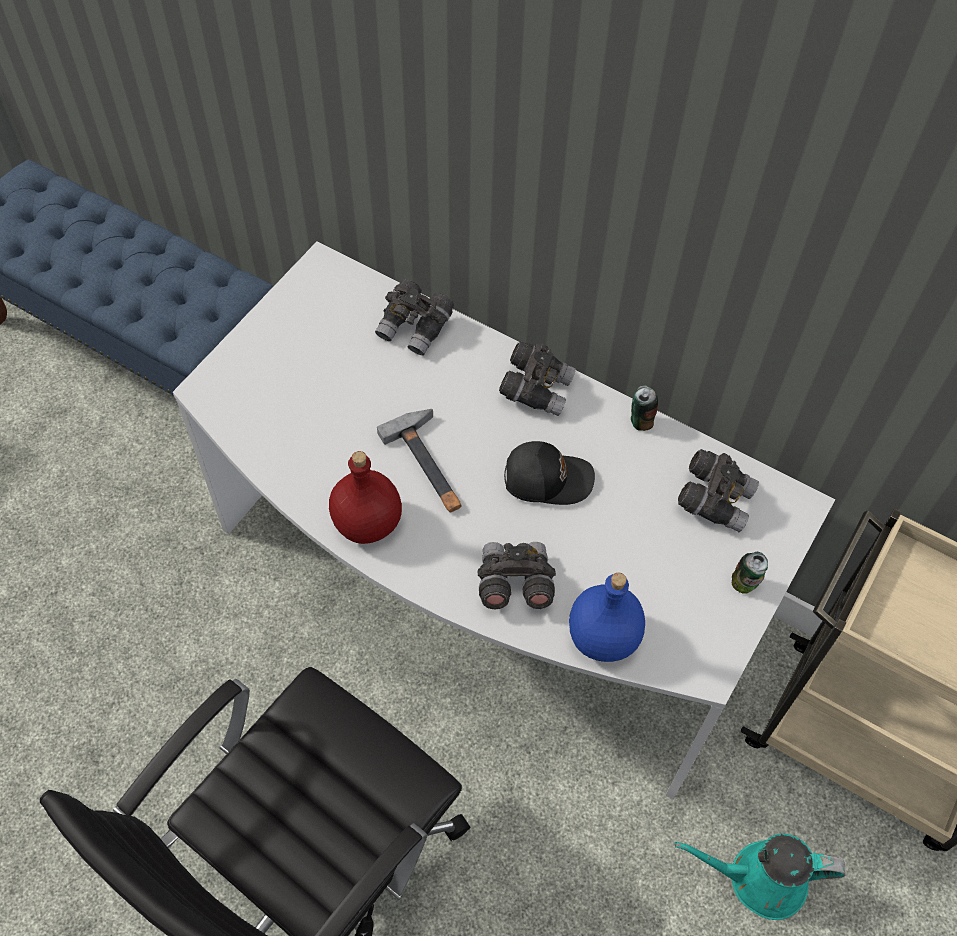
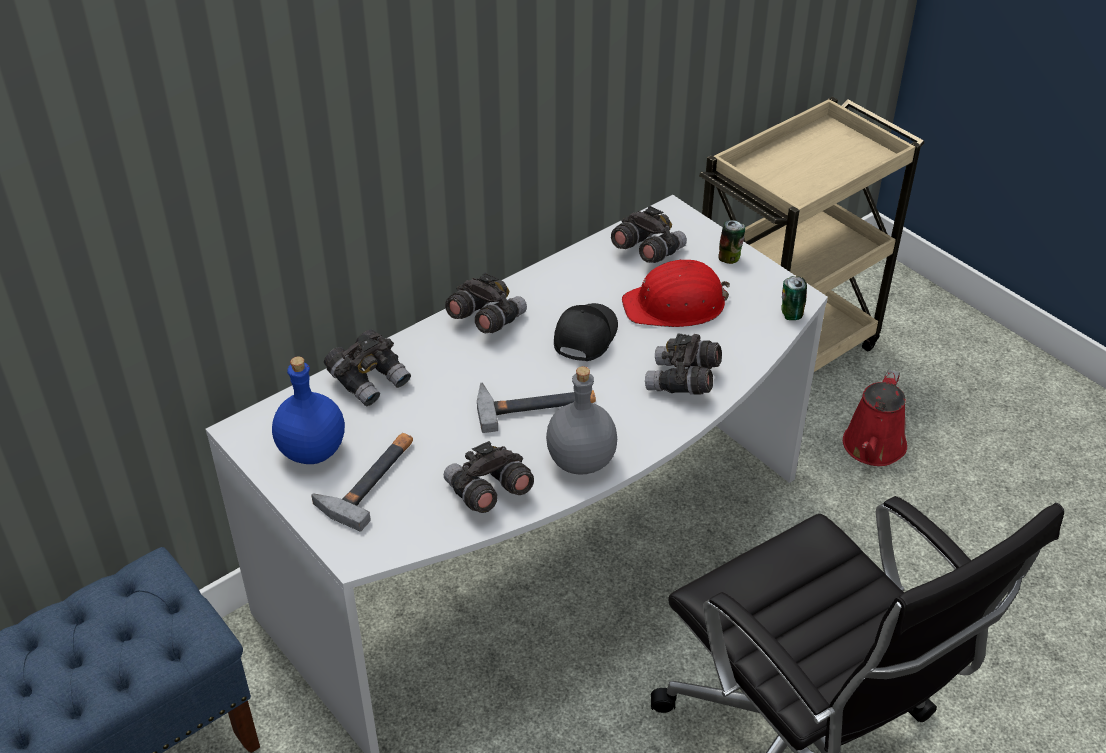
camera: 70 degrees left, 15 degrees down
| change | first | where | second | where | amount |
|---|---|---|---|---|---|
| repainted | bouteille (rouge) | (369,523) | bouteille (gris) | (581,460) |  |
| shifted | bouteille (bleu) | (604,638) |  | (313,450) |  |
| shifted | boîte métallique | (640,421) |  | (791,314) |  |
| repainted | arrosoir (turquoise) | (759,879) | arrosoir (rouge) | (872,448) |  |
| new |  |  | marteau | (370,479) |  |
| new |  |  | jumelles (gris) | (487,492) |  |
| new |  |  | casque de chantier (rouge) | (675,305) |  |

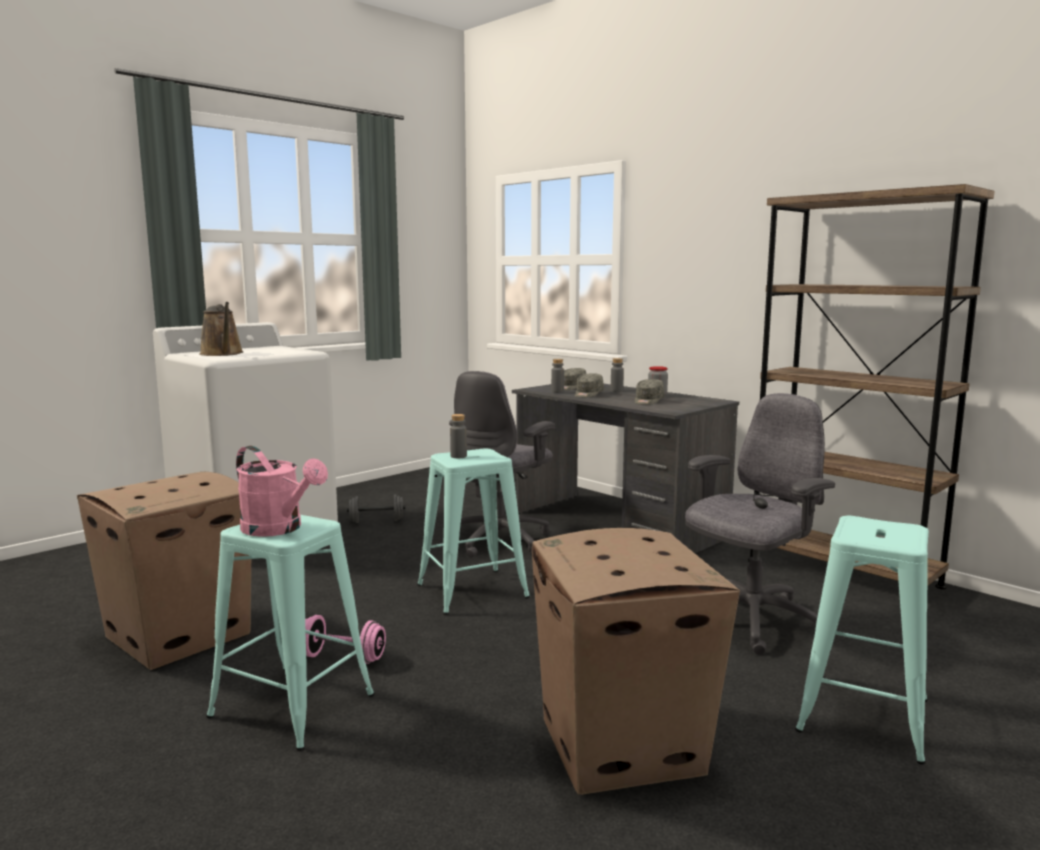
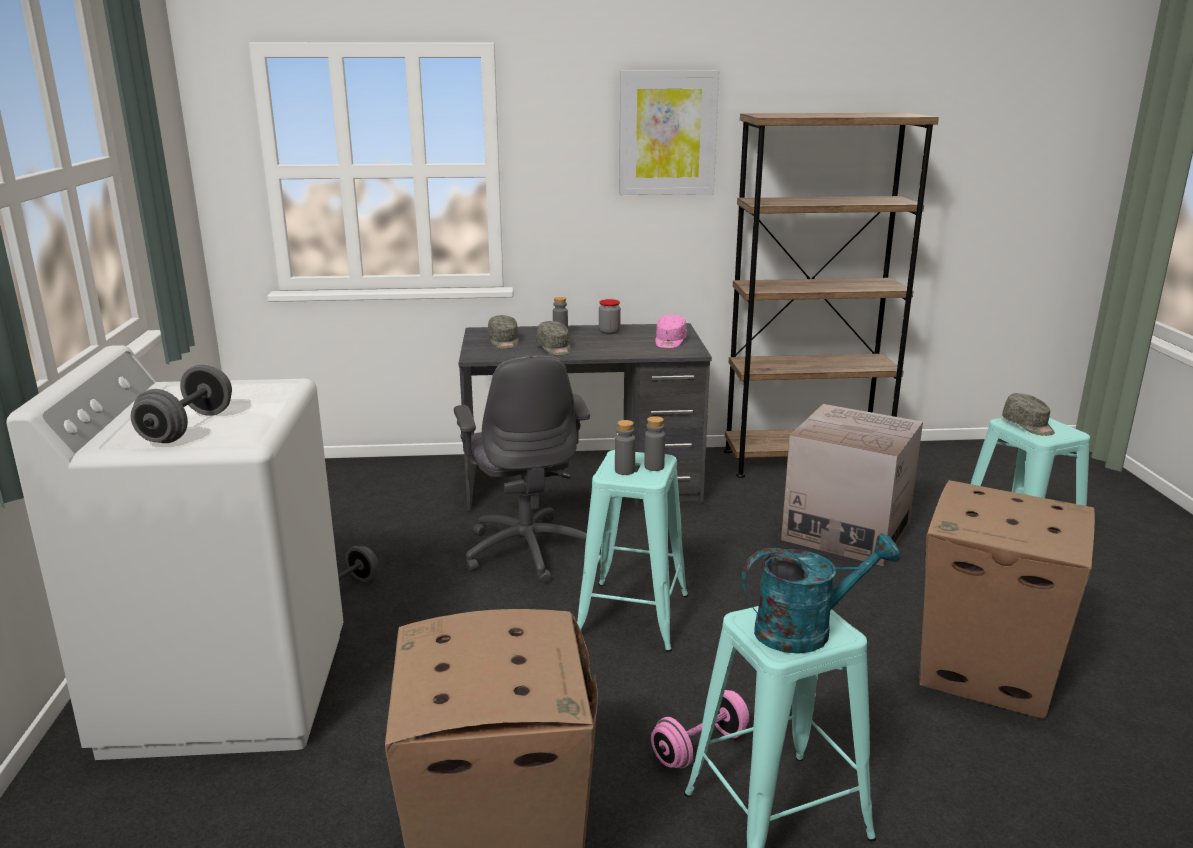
camera: 50 degrees left, 10 degrees up
| change | first | where | second | where | amount |
|---|---|---|---|---|---|
| swapped | arrosoir (marron) | (222,354) | haltère (gris) | (188,428) |  |
| repainted | arrosoir (rose) | (279,529) | arrosoir (turquoise) | (806,630) |  |
| shifted | bouteille (gris) | (557,391) |  | (654,467) |  |
| shifted | casquette (gris) | (648,401) |  | (1028,426) |  |
| swapped | chaise de bureau (gris) | (750,622) | carton | (846,531) |  |
| new |  |  | tableau | (667,133) |  |
| new |  |  | casquette (rose) | (669,341) |  |

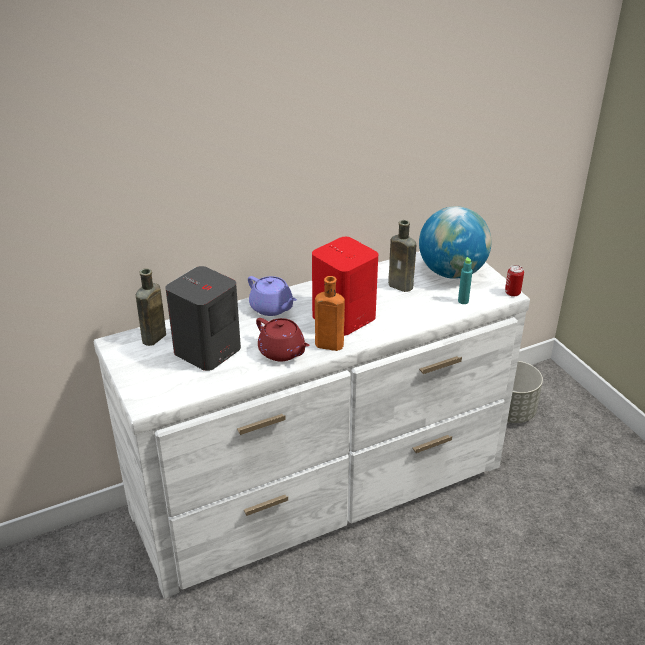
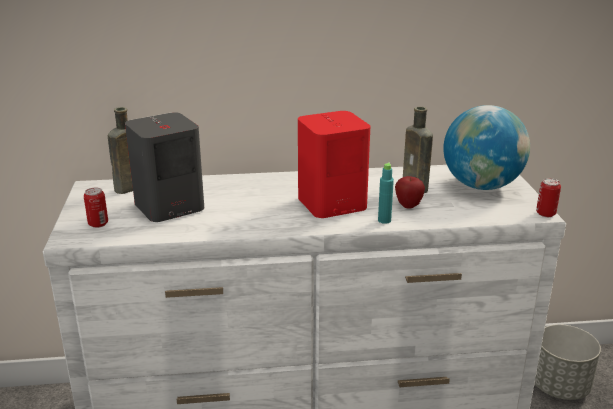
camera: 20 degrees right, 10 degrees down
| change | first | where | second | where | amount |
|---|---|---|---|---|---|
| gone | théière (violet) | (272,308) |  |  |  |
| gone | théière (rouge) | (282,352) |  |  |  |
| gone | bouteille (orange) | (327,344) |  |  |  |
| shifted | bouteille (turquoise) | (463,301) |  | (384,220) |  |
| new |  |  | boîte métallique | (98,224) |  |
| new |  |  | pomme | (408,206) |  |

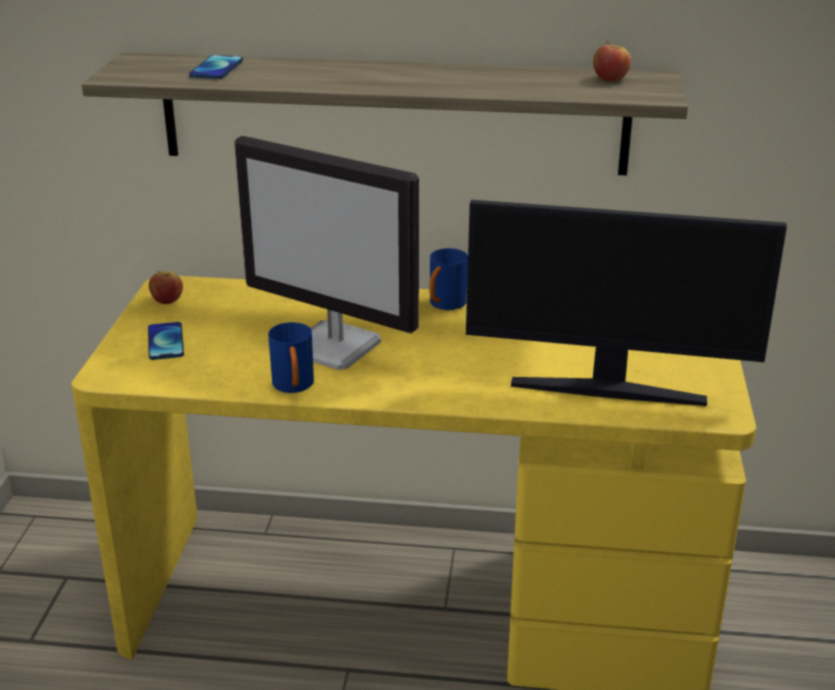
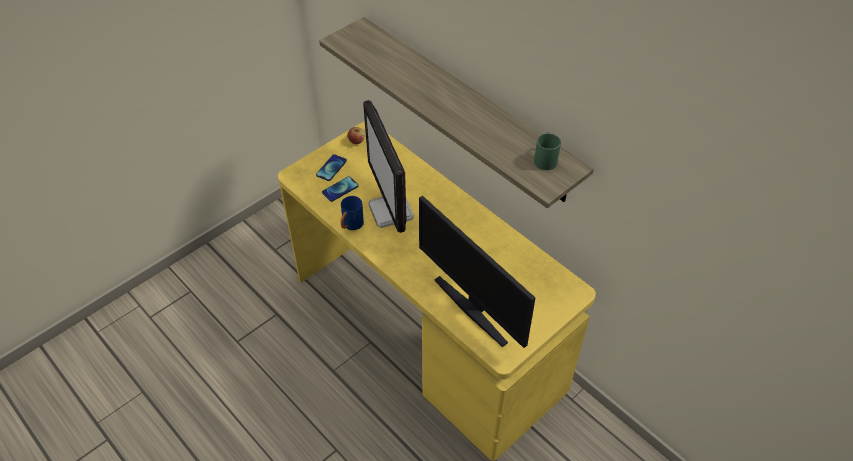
camera: 40 degrees right, 20 degrees up
| change | first | where | second | where | amount |
|---|---|---|---|---|---|
| shifted | téléphone | (216,69) |  | (340,189) |  |
| gone | mug (bleu) | (444,305) |  |  |  |
| swapped | pomme | (610,79) | mug (vert) | (545,158) |  |

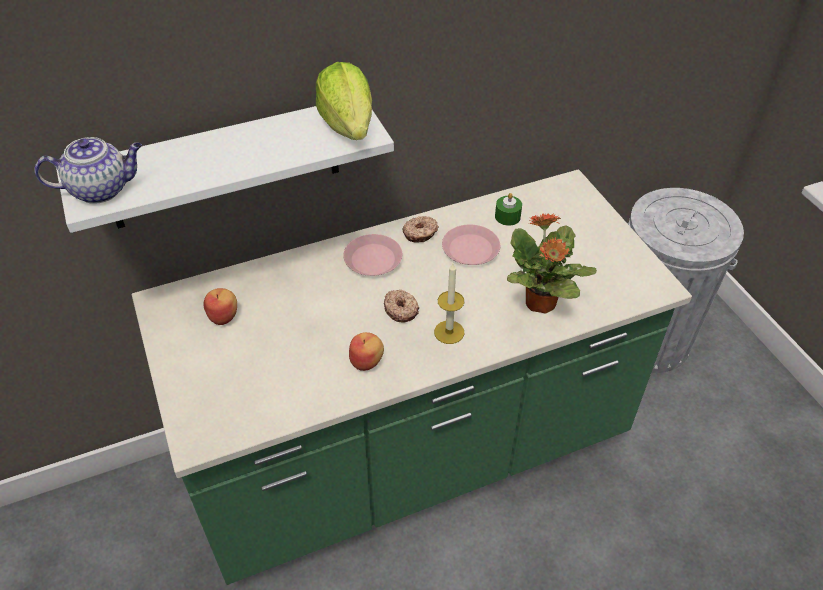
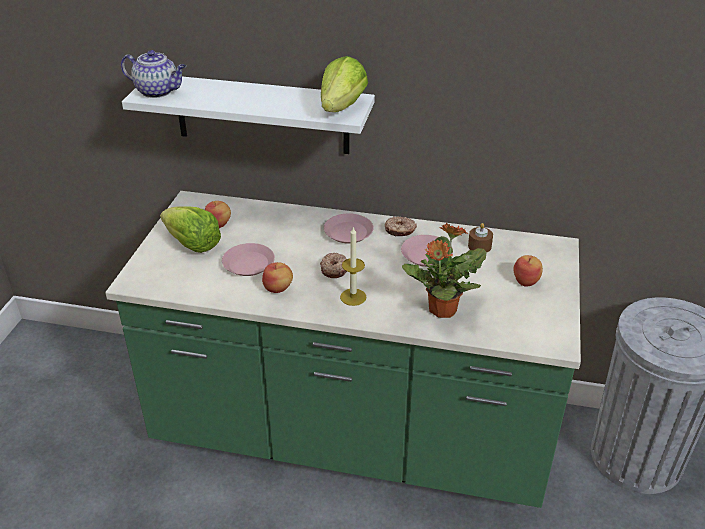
camera: 35 degrees right, 10 degrees down
| change | first | where | second | where | amount |
|---|---|---|---|---|---|
| repainted | bougie (vert) | (507,217) | bougie (marron) | (479,246) |  |
| new |  |  | laitue | (192,244) |  |
| new |  |  | assiette (rose) | (248,264) |  |
| new |  |  | pomme | (526,280) |  |

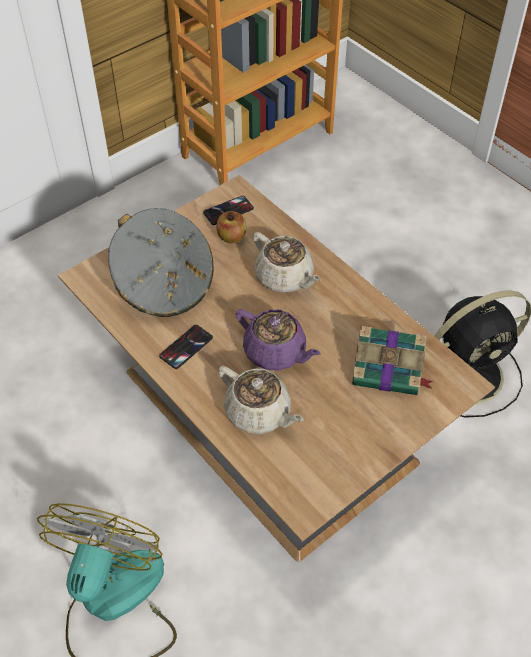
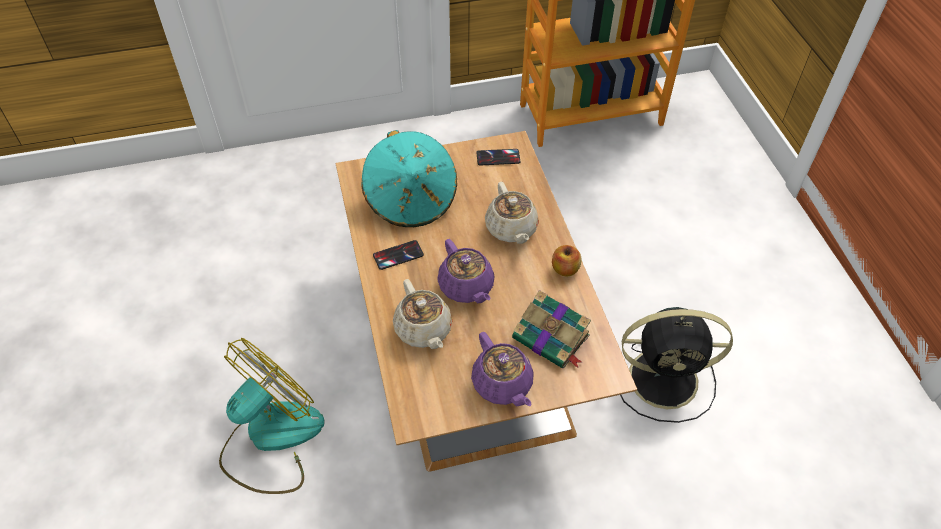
camera: 25 degrees right, 0 degrees up
| change | first | where | second | where | amount |
|---|---|---|---|---|---|
| repainted | chapeau (gris) | (164,285) | chapeau (turquoise) | (411,200) |  |
| shifted | pomme | (231,237) |  | (565,269) |  |
| new |  |  | théière (violet) | (502,384) |  |

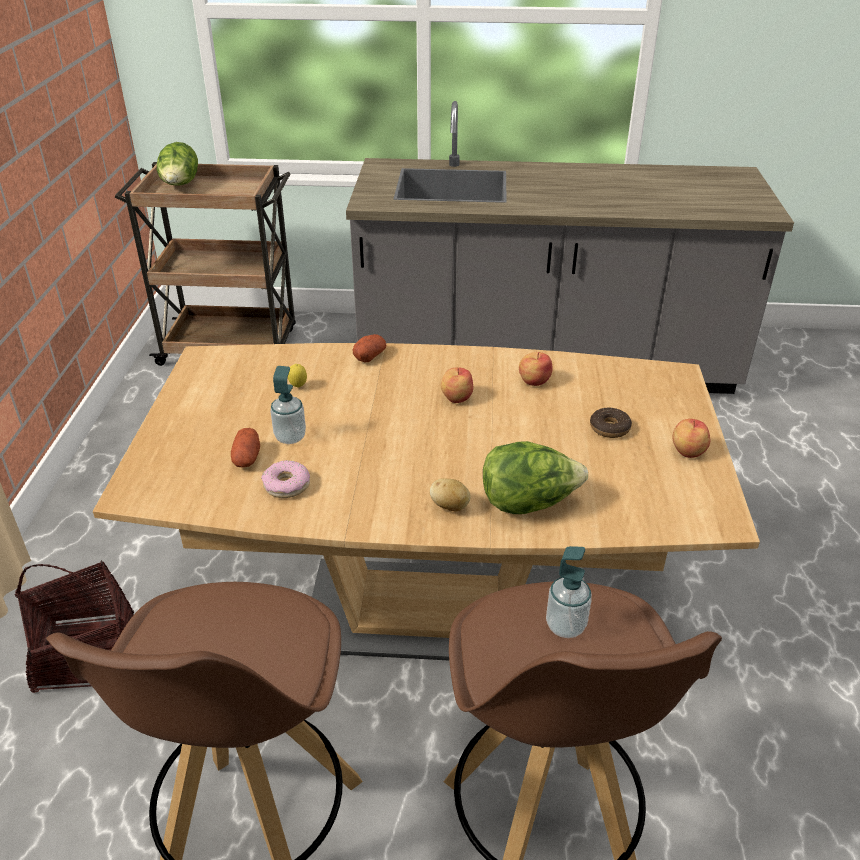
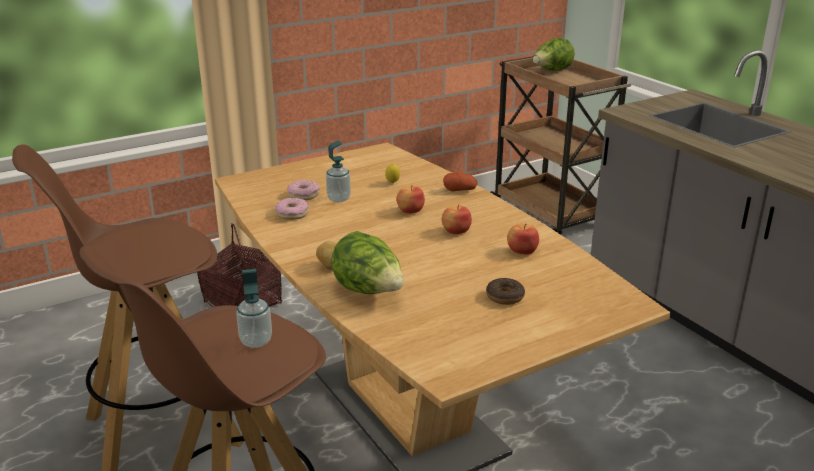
camera: 55 degrees right, 10 degrees down
| change | first | where | second | where | amount |
|---|---|---|---|---|---|
| swapped | pomme de terre | (247,458) | beignet | (303,195) |  |
| shifted | pomme | (687,451) |  | (410,211) |  |

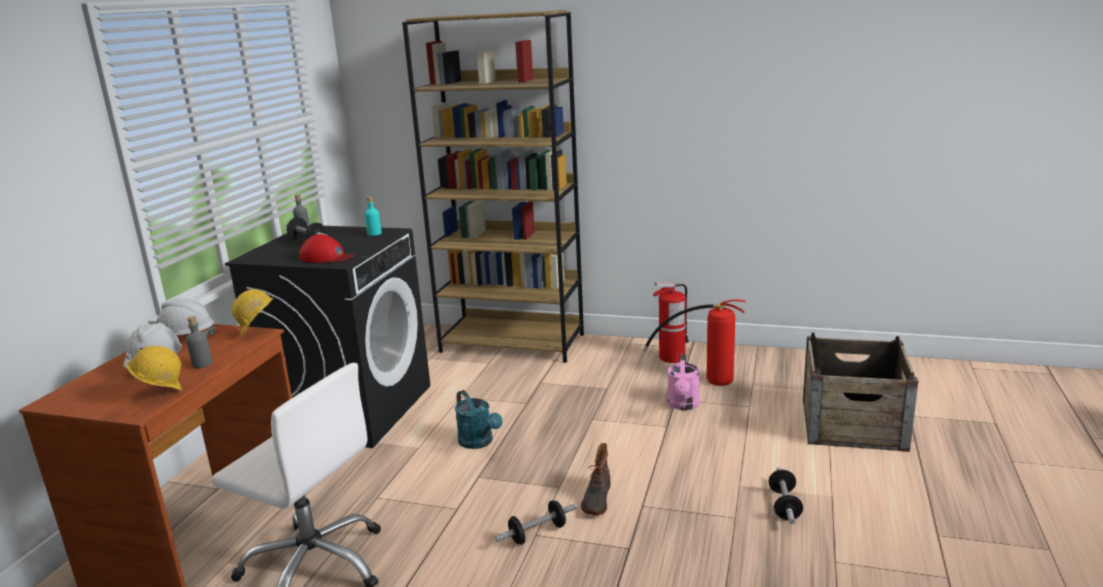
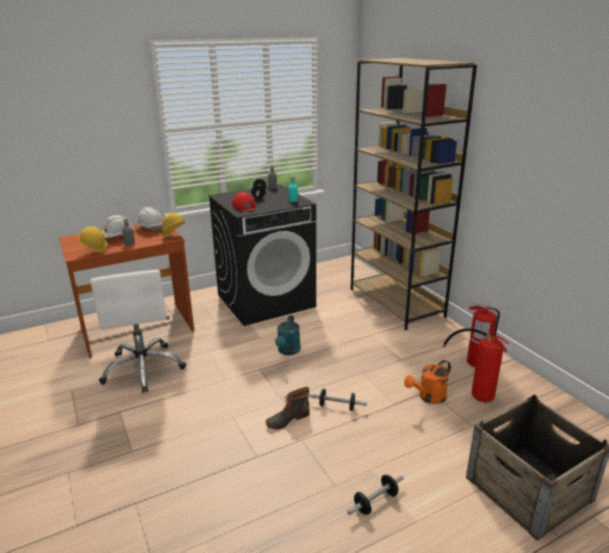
camera: 45 degrees right, 5 degrees up
| change | first | where | second | where | amount |
|---|---|---|---|---|---|
| shifted | haltère | (537,533) |  | (337,406) |  |
| repainted | arrosoir (rose) | (683,405) | arrosoir (orange) | (428,397) |  |

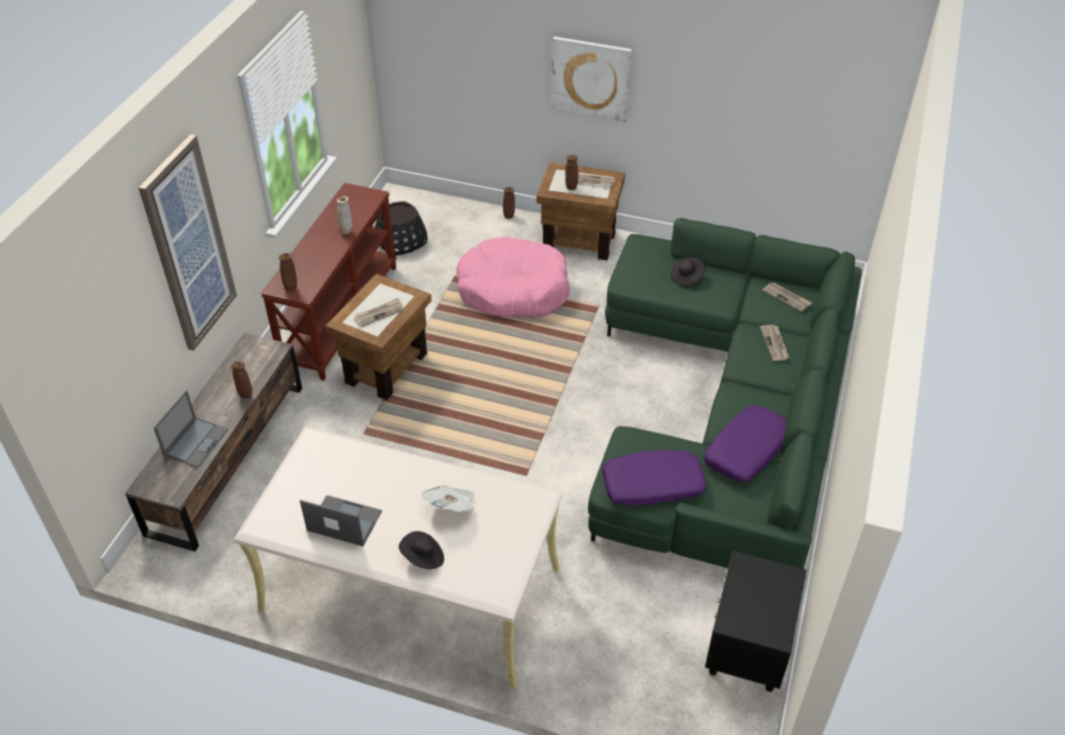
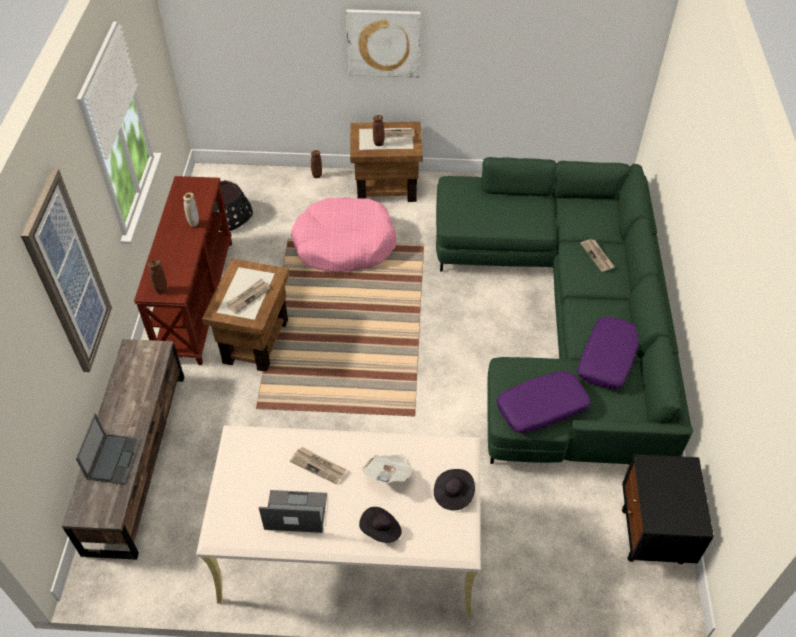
camera: 15 degrees left, 5 degrees up
| change | first | where | second | where | amount |
|---|---|---|---|---|---|
| gone | vase (marron) | (246,396) |  |  |  |
| shifted | chapeau (noir) | (686,278) |  | (453,494) |  |
| shifted | journal | (787,298) |  | (318,466) |  |

